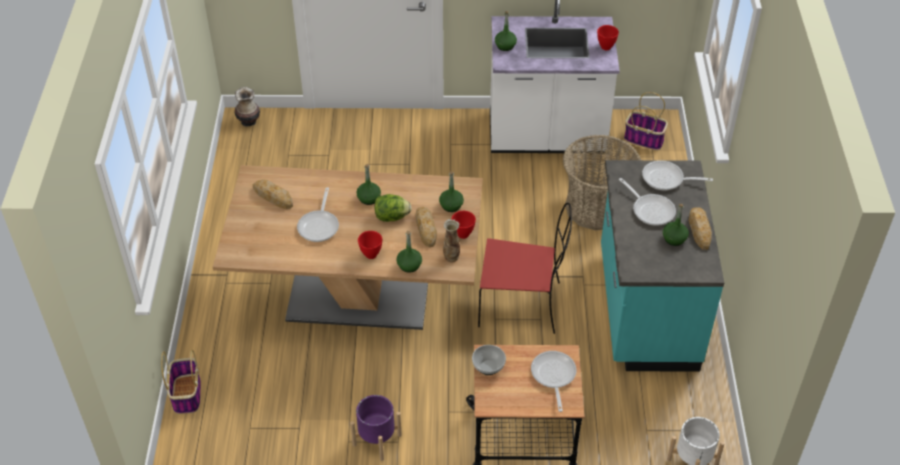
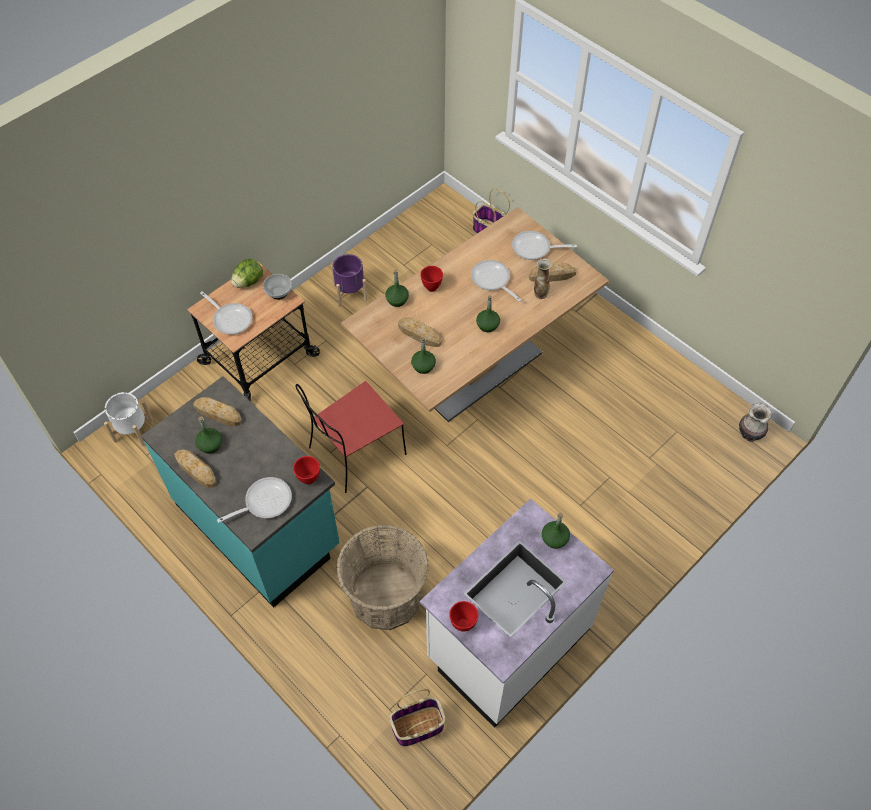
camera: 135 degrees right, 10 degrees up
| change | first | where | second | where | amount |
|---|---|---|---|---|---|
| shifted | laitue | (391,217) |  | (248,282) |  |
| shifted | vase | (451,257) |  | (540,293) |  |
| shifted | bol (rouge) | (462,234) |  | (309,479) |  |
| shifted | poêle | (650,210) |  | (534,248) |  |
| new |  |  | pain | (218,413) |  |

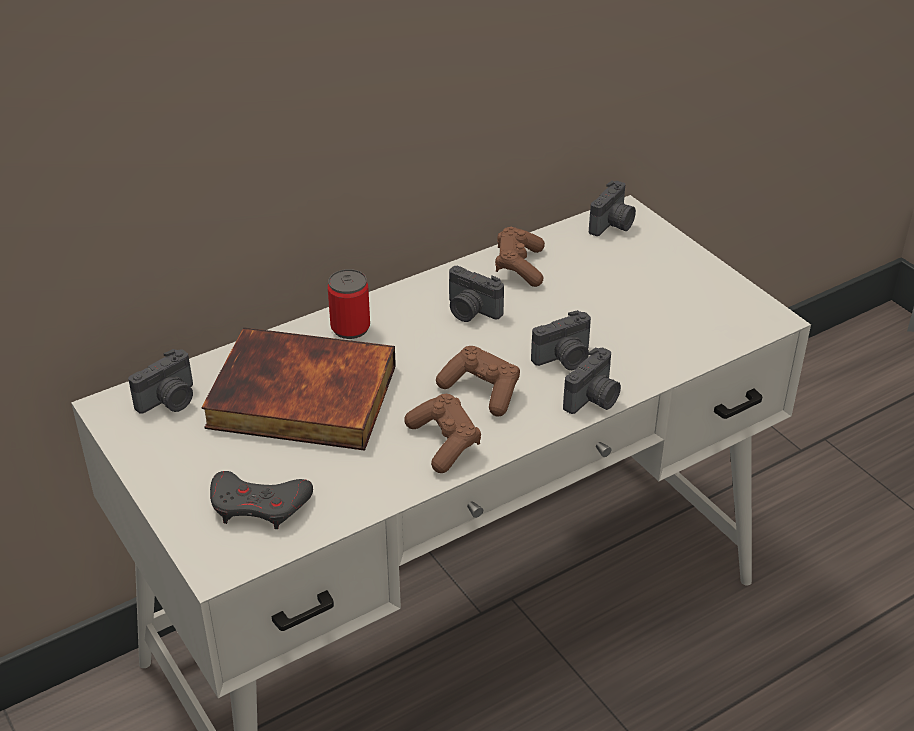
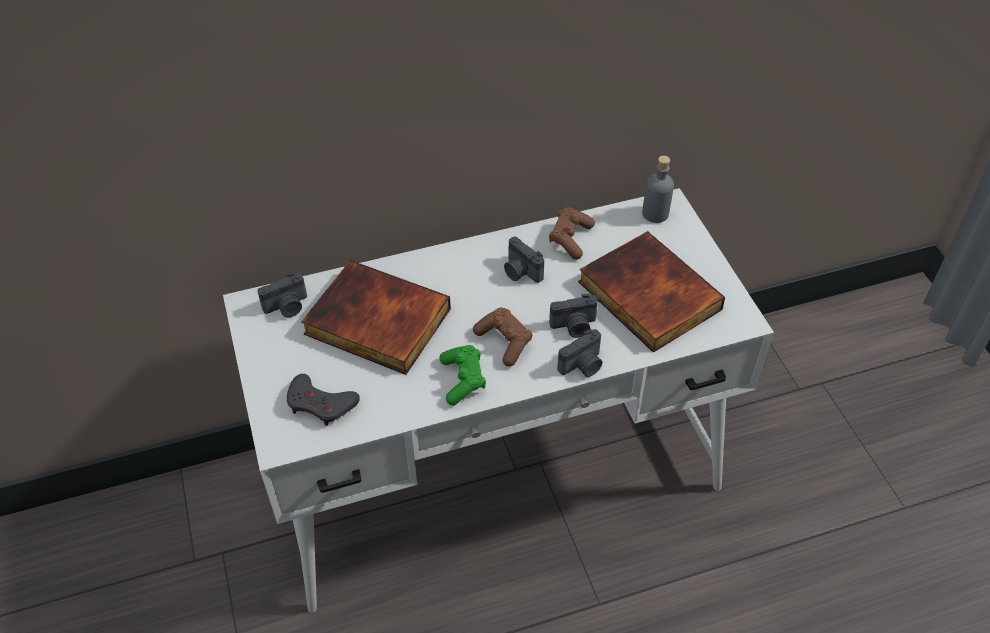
camera: 15 degrees right, 10 degrees up
| change | first | where | second | where | amount |
|---|---|---|---|---|---|
| gone | boîte métallique | (350,328) |  |  |  |
| repainted | manette (marron) | (444,443) | manette (vert) | (463,380) |  |
| swapped | appareil photo | (613,225) | bouteille (gris) | (655,213) |  |
| new |  |  | livre | (646,296) |  |

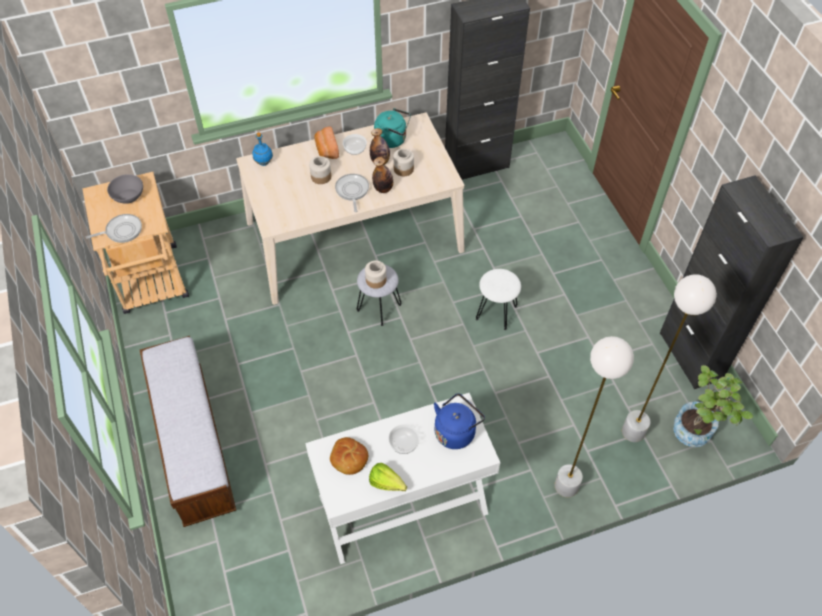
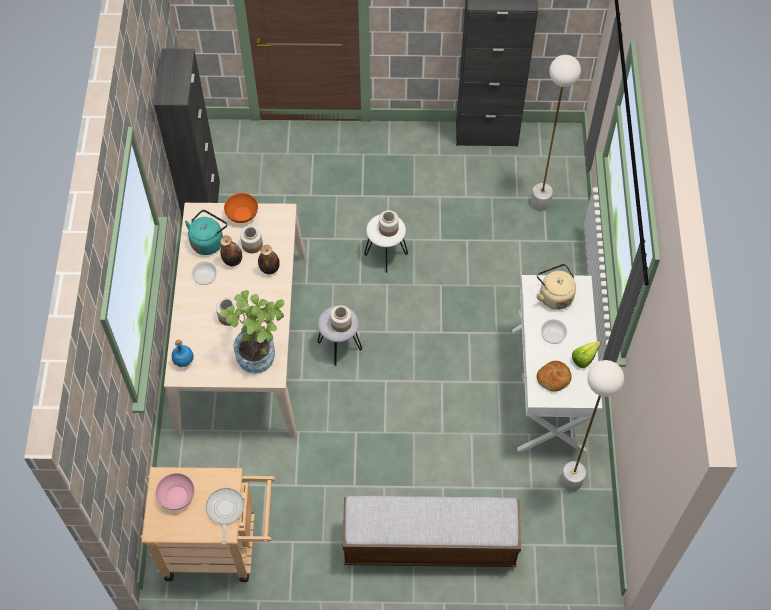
camera: 70 degrees left, 5 degrees up
| change | first | where | second | where | amount |
|---|---|---|---|---|---|
| repainted | bol (gris) | (128,196) | bol (rose) | (176,496) |  |
| gone | pain | (326,150) |  |  |  |
| gone | poêle | (352,191) |  |  |  |
| repainted | bouilloire (bleu) | (456,431) | bouilloire (beige) | (554,295) |  |
| shifted | lampadaire (blanc) | (566,486) |  | (571,481) |  |
| shifted | plante en pot | (698,432) |  | (259,352) |  |
| new |  |  | bol (orange) | (242,214) |  |
| new |  |  | bocal | (388,228) |  |

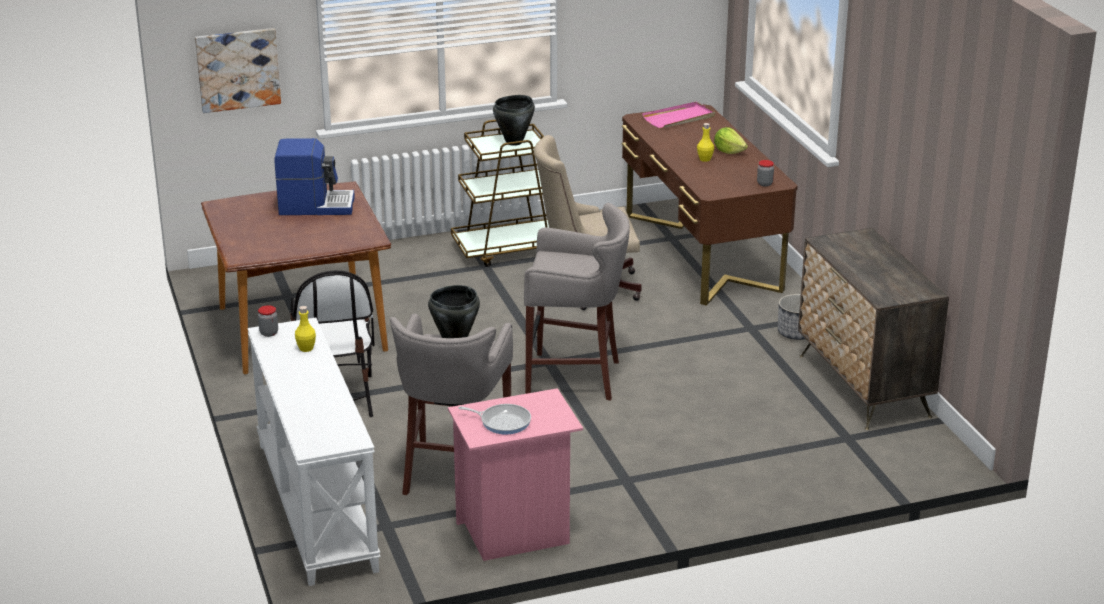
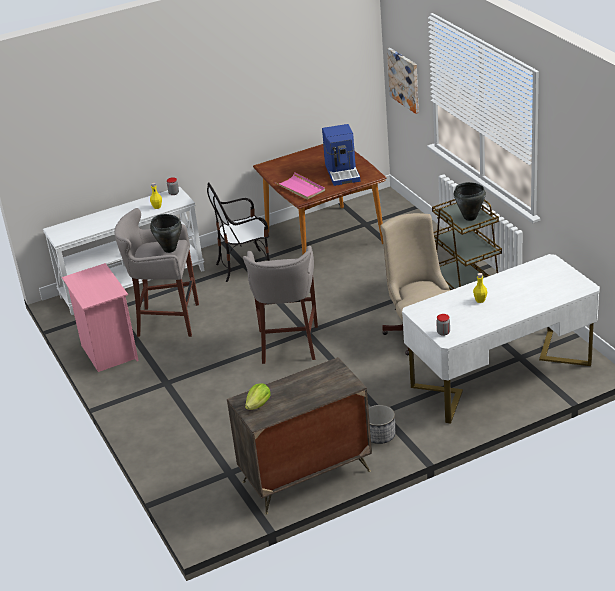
camera: 85 degrees right, 5 degrees up
| change | first | where | second | where | amount |
|---|---|---|---|---|---|
| gone | poêle | (503,422) |  |  |  |
| repainted | bureau (marron) | (701,252) | bureau (blanc) | (501,375) |  |
| shifted | plateau (rose) | (679,118) |  | (300,188) |  |
| shifted | laitue | (729,151) |  | (259,405) |  |

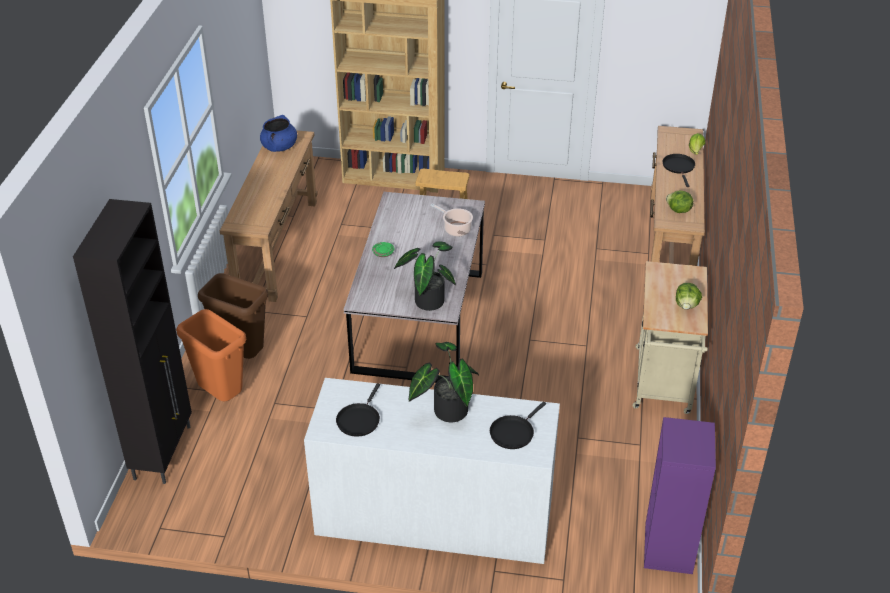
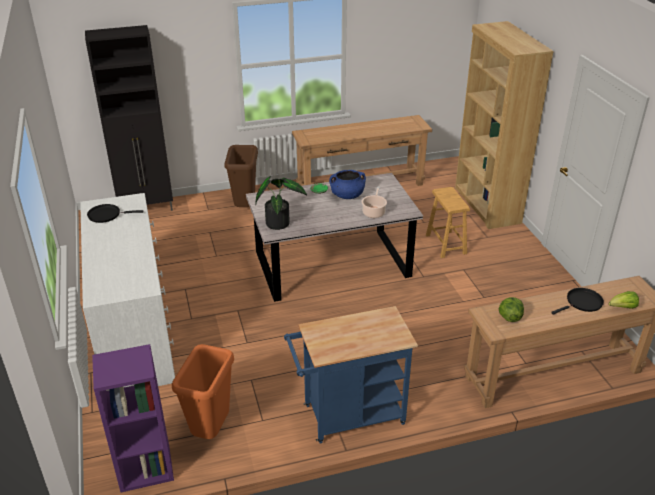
camera: 65 degrees right, 5 degrees down
| change | first | where | second | where | amount |
|---|---|---|---|---|---|
| shifted | poubelle (orange) | (220,397) |  | (211,430) |  |
| shifted | marmite (bleu) | (279,147) |  | (347,195) |  |
| gone | plante en pot | (446,410) |  |  |  |
| gone | poêle (noir) | (513,432) |  |  |  |
| repainted | chariot (beige) | (663,385) | chariot (bleu) | (347,417) |  |
| gone | laitue | (686,305) |  |  |  |

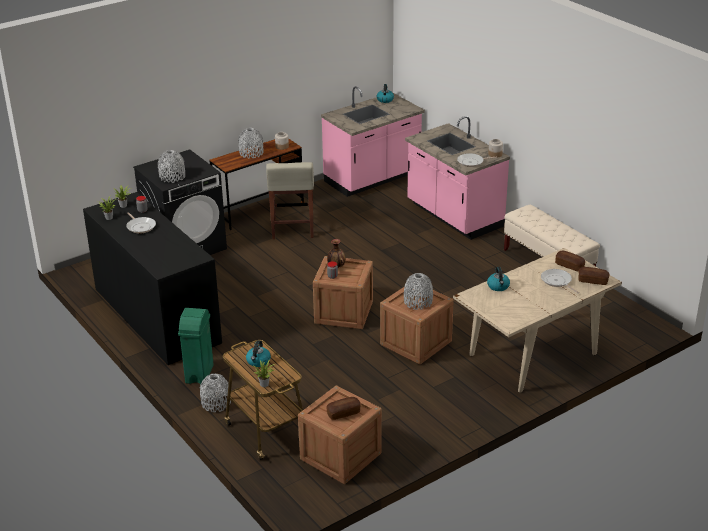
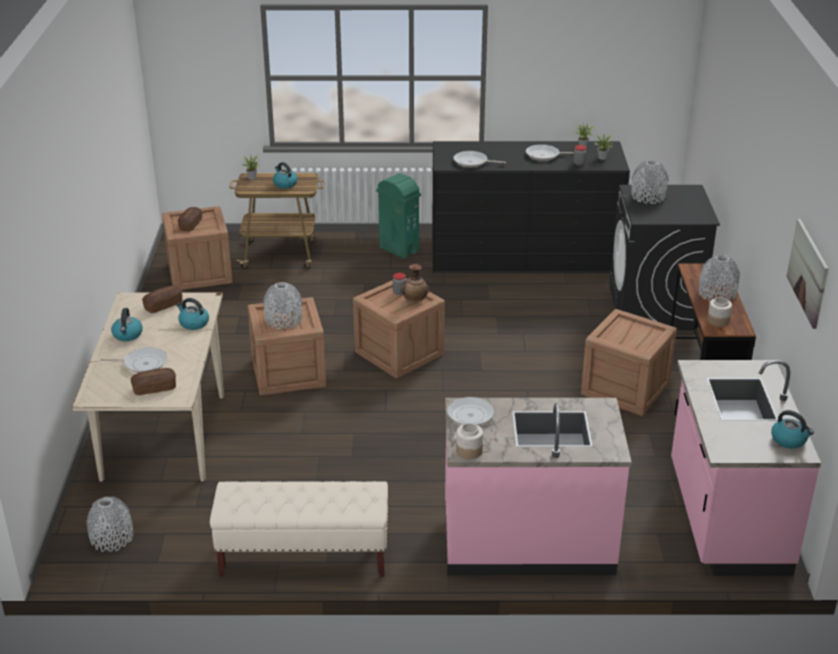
camera: 125 degrees right, 0 degrees up
| change | first | where | second | where | amount |
|---|---|---|---|---|---|
| shifted | vase (gris) | (216,403) |  | (112,538) |  |
| swapped | tabouret (beige) | (292,229) | caisse | (625,389) |  |
| shifted | pain | (593,280) |  | (163,305) |  |
| new |  |  | bouilloire | (128,335) |  |
| new |  |  | poêle | (472,162) |  |
| new |  |  | tableau | (808,272) |  |

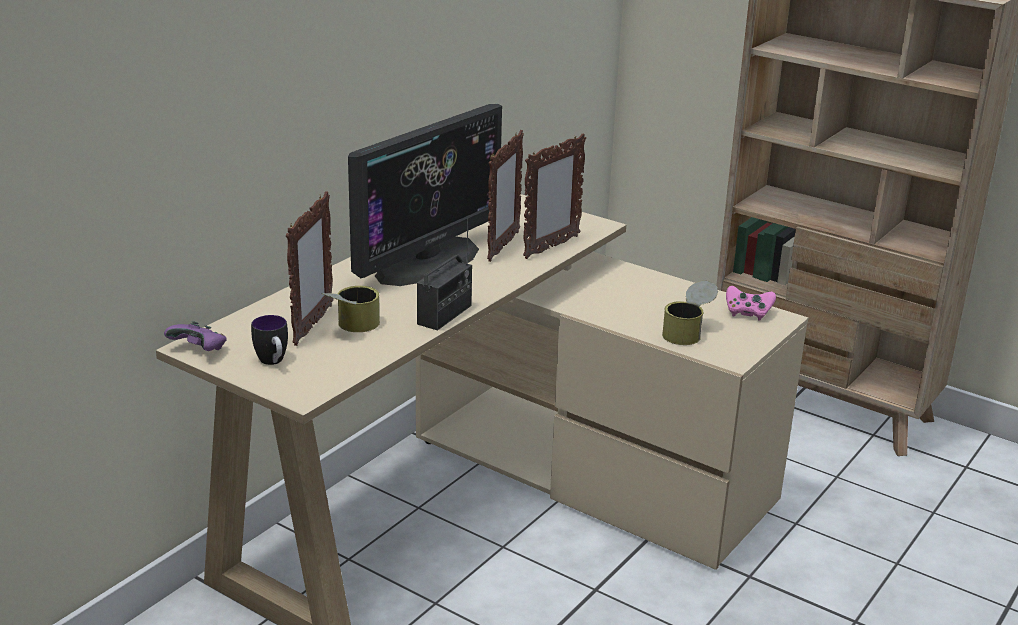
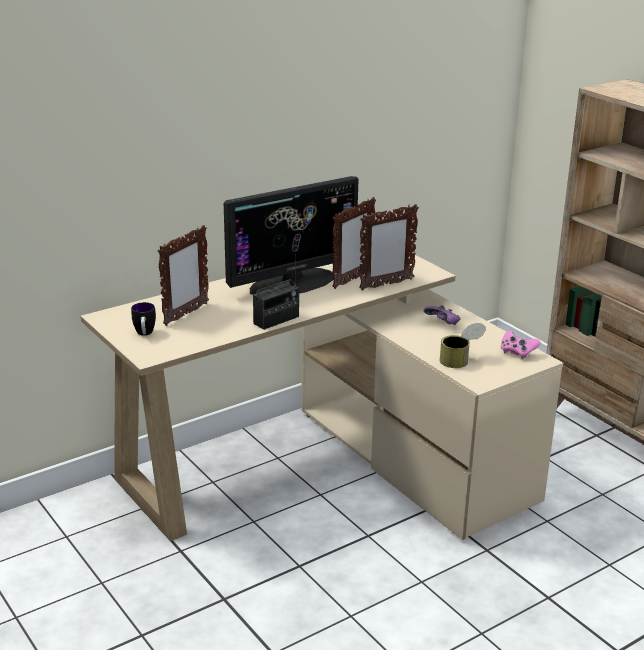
camera: 20 degrees right, 0 degrees up
| change | first | where | second | where | amount |
|---|---|---|---|---|---|
| shifted | manette (violet) | (199,350) |  | (443,323) |  |
| gone | boîte métallique | (351,328) |  |  |  |

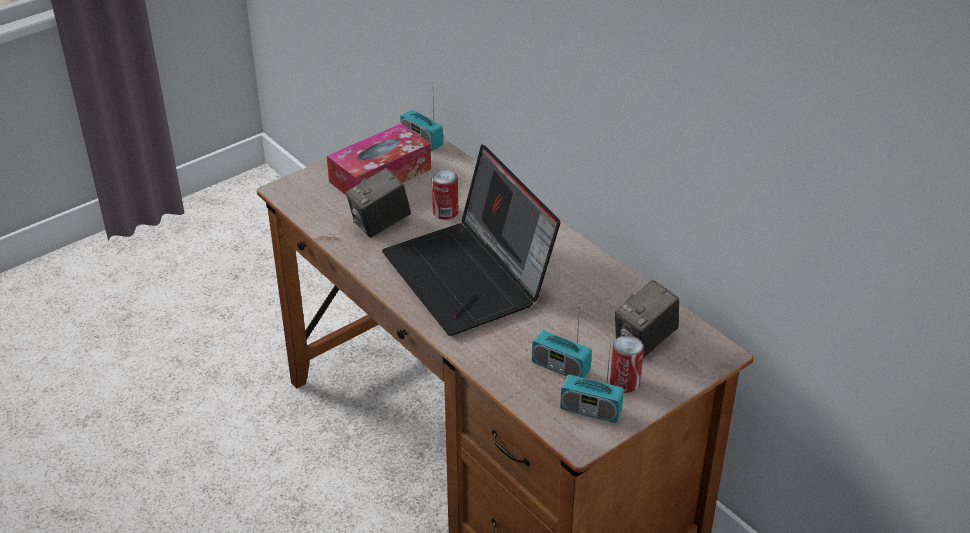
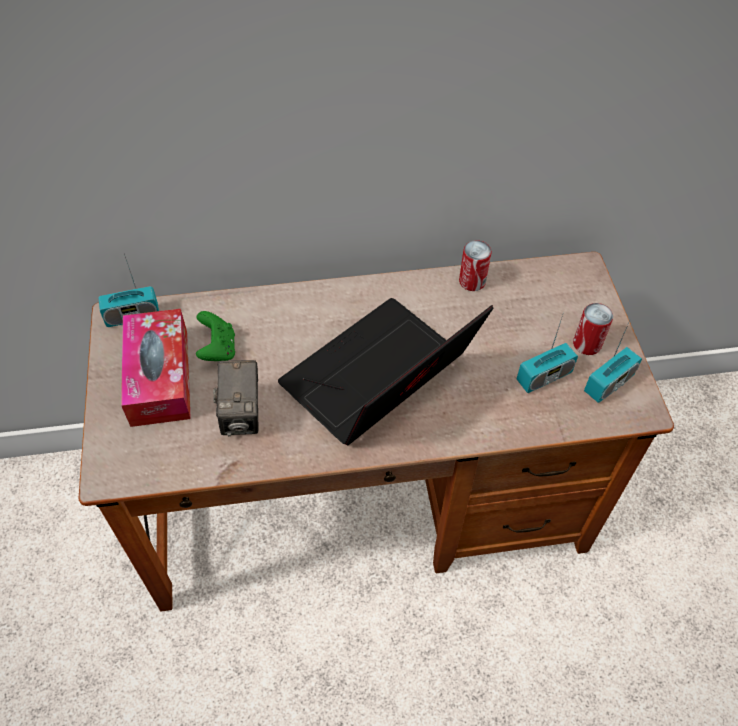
camera: 60 degrees left, 15 degrees up
| change | first | where | second | where | amount |
|---|---|---|---|---|---|
| rotated | ordinateur portable | (470,277) |  | (379,381) | 135 degrees clockwise |
| shifted | boîte métallique | (445,212) |  | (472,281) |  |
| gone | appareil photo | (645,342) |  |  |  |
| new |  |  | manette (vert) | (218,349) |  |

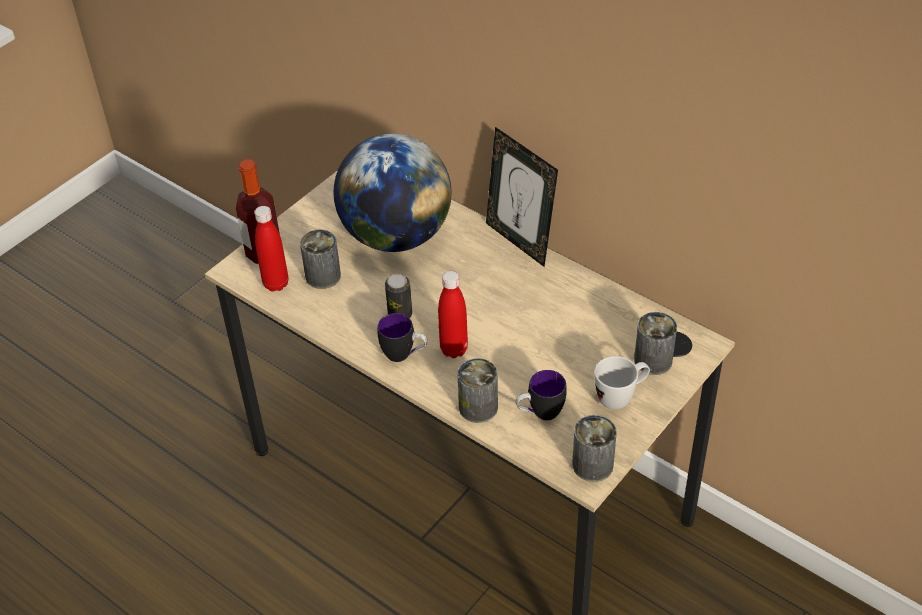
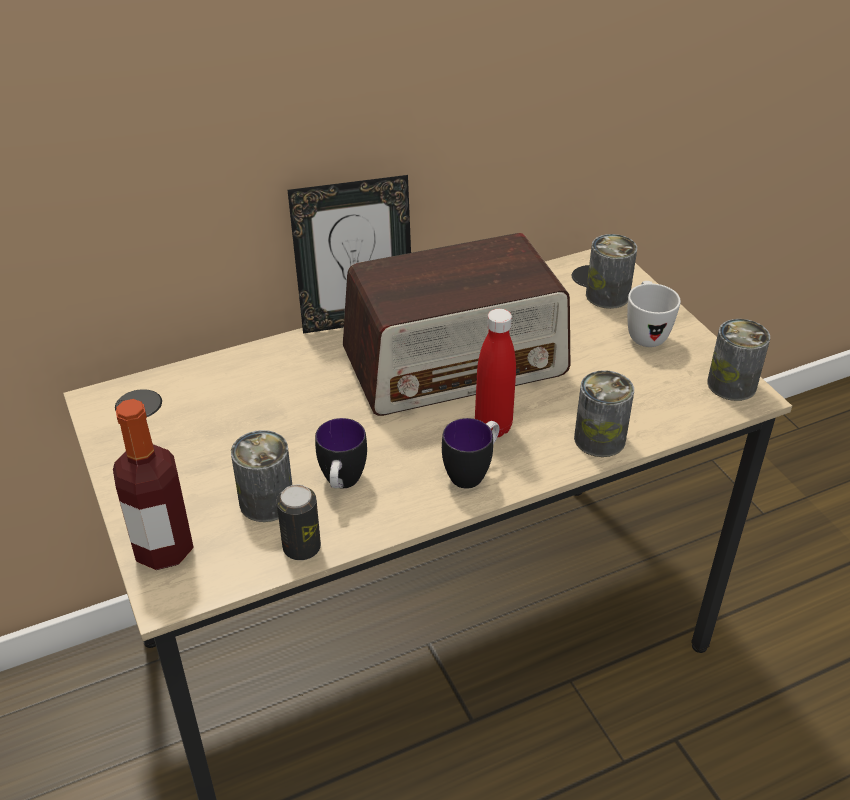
camera: 65 degrees left, 5 degrees down
| change | first | where | second | where | amount |
|---|---|---|---|---|---|
| gone | bouteille (rouge) | (276,284) |  |  |  |
| gone | globe | (396,236) |  |  |  |
| shifted | boîte métallique | (400,314) |  | (301,547) |  |
| shifted | mug | (540,414) |  | (341,485) |  |
| new |  |  | radio | (456,363) |  |

